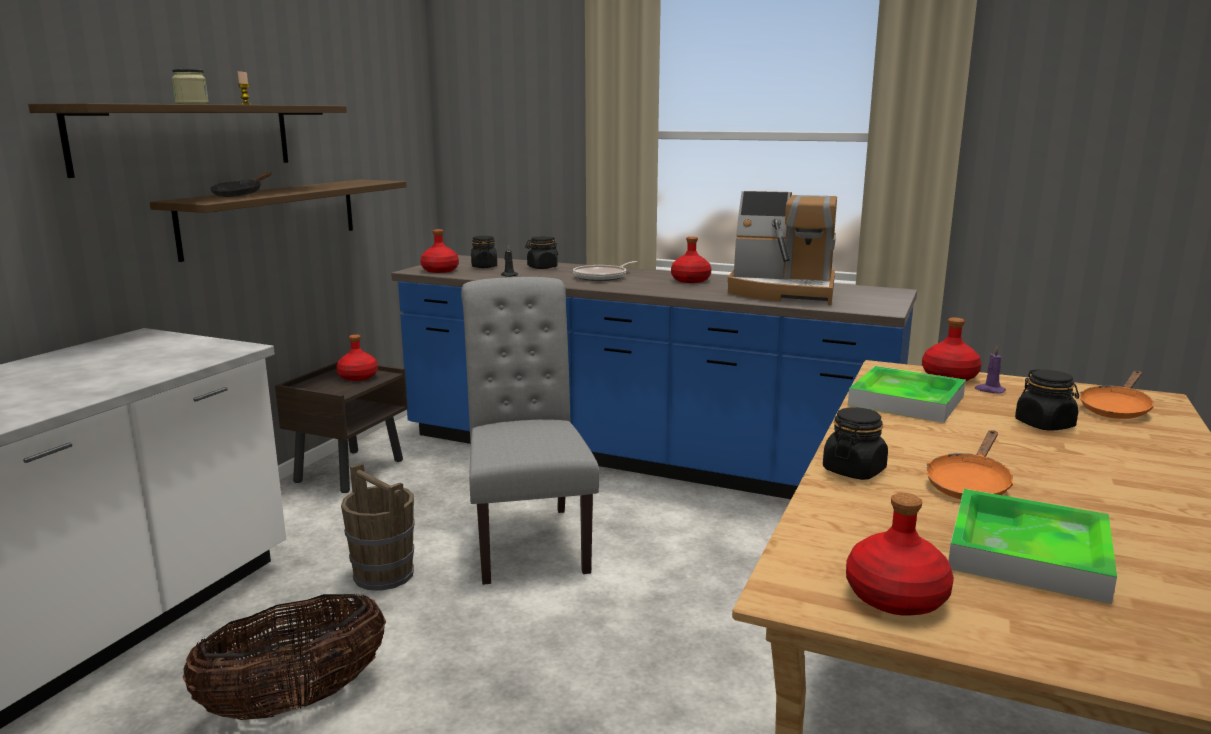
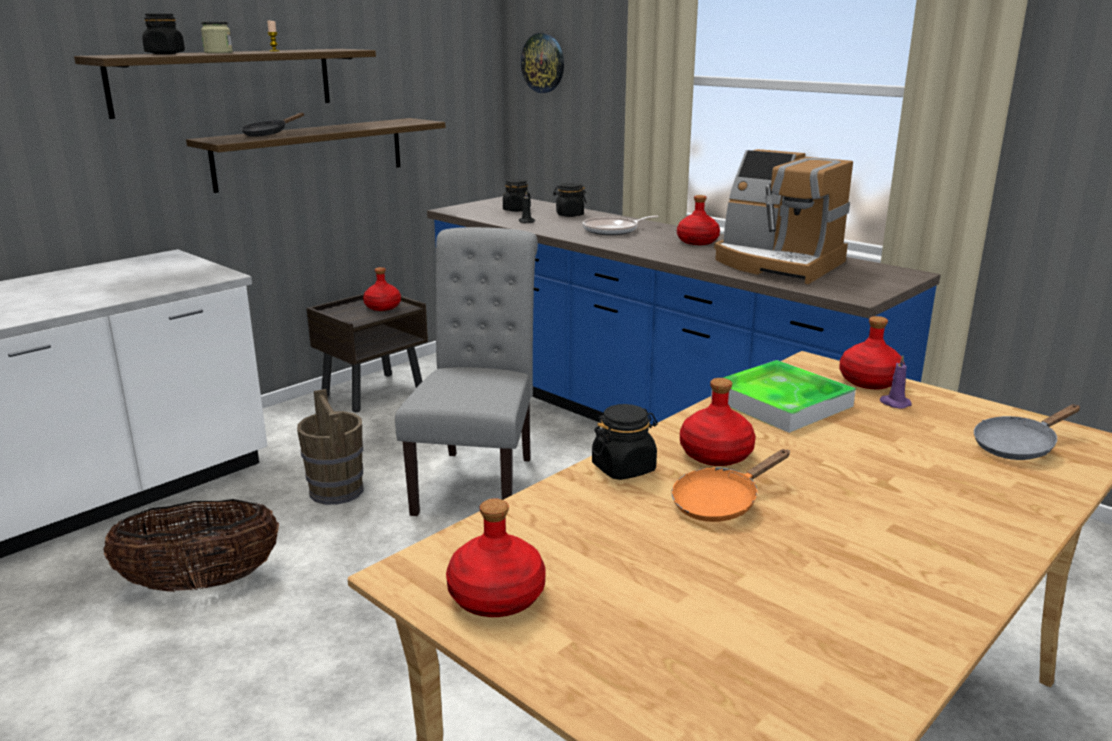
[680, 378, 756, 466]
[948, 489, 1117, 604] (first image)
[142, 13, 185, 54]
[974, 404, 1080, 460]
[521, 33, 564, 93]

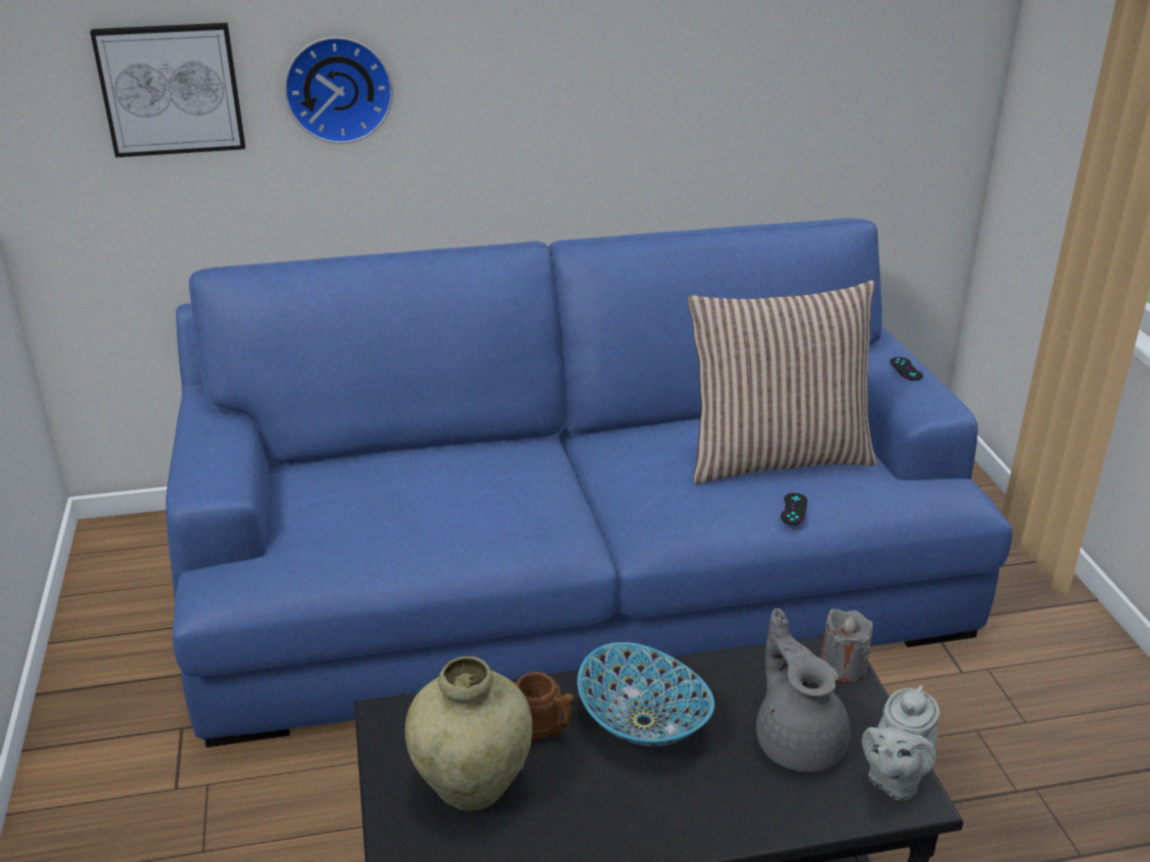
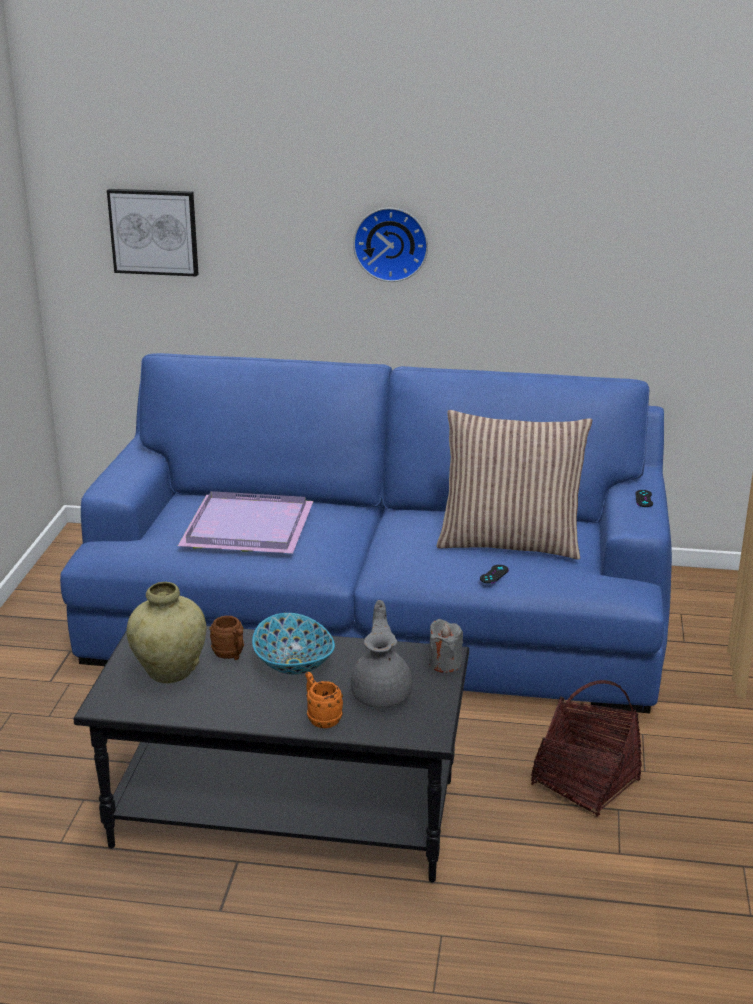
[353, 208, 428, 282]
[862, 685, 940, 801] (first image)
[178, 491, 313, 553]
[305, 672, 343, 728]
[531, 680, 642, 817]

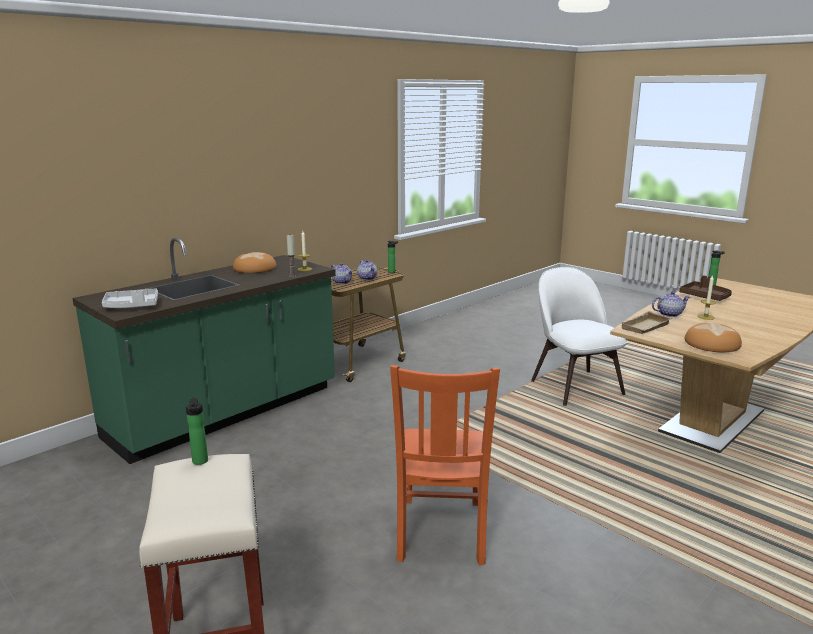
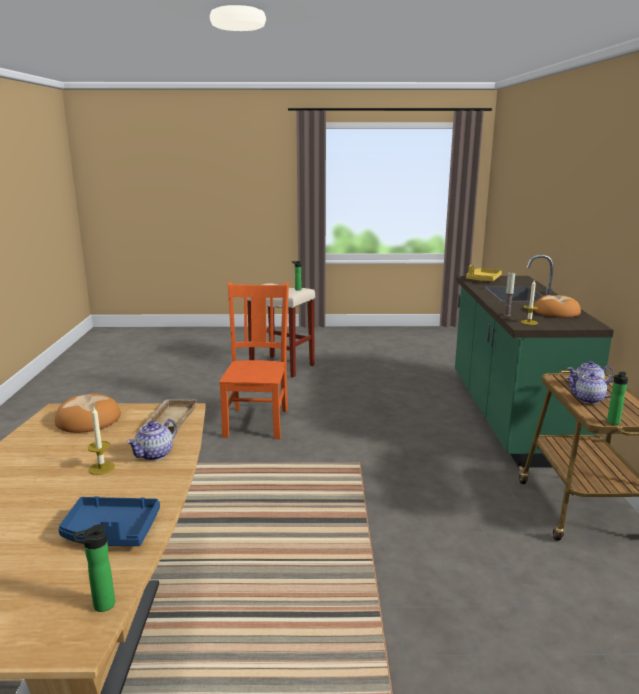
[466, 265, 502, 281]
[219, 282, 289, 439]
[531, 267, 628, 406] (first image)
[58, 496, 160, 546]

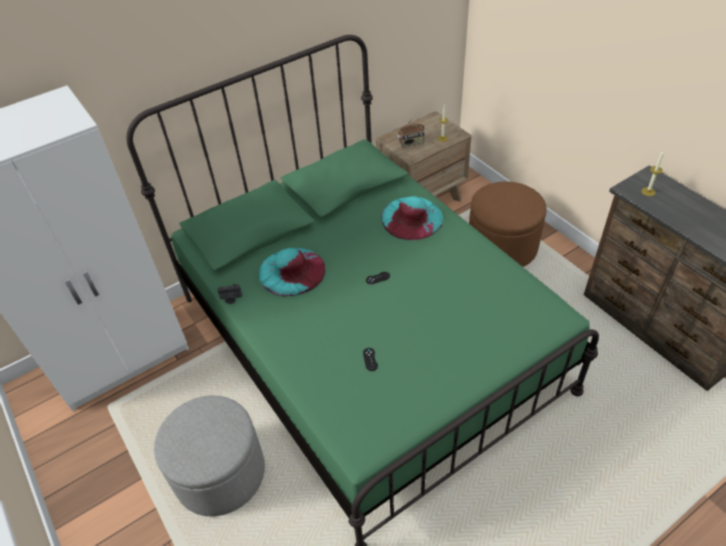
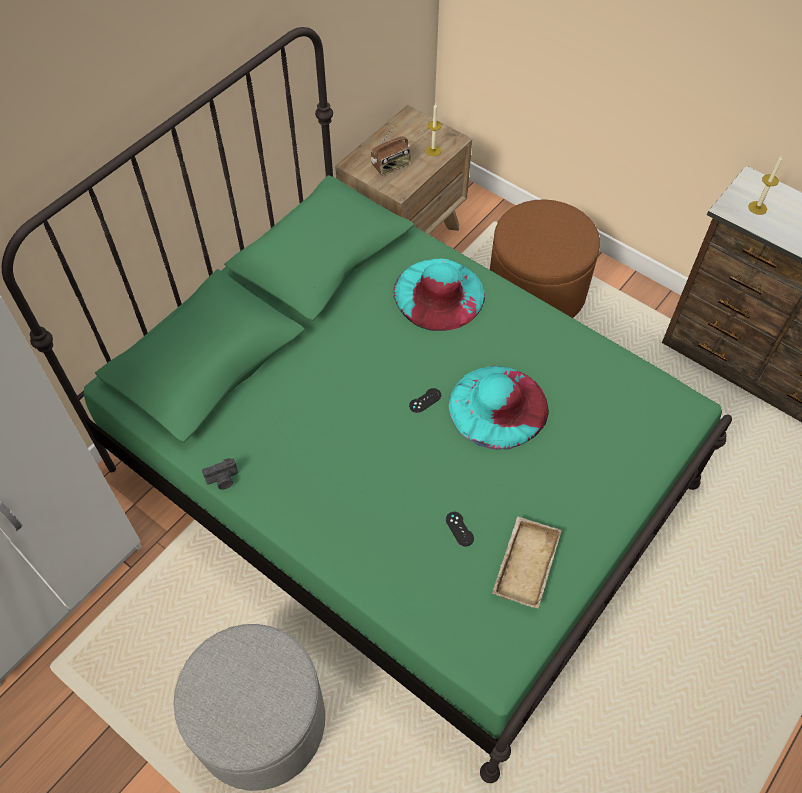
[449, 366, 549, 450]
[492, 516, 562, 608]

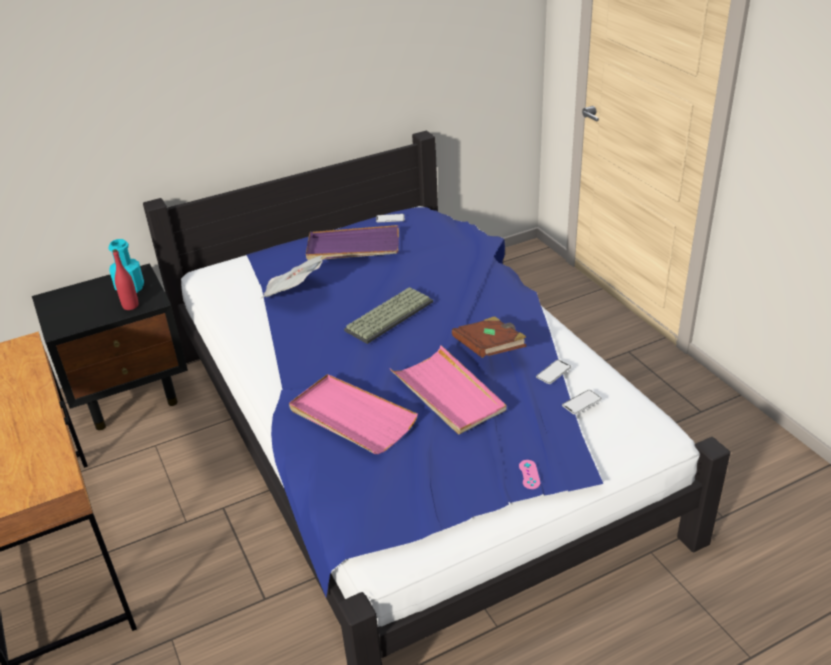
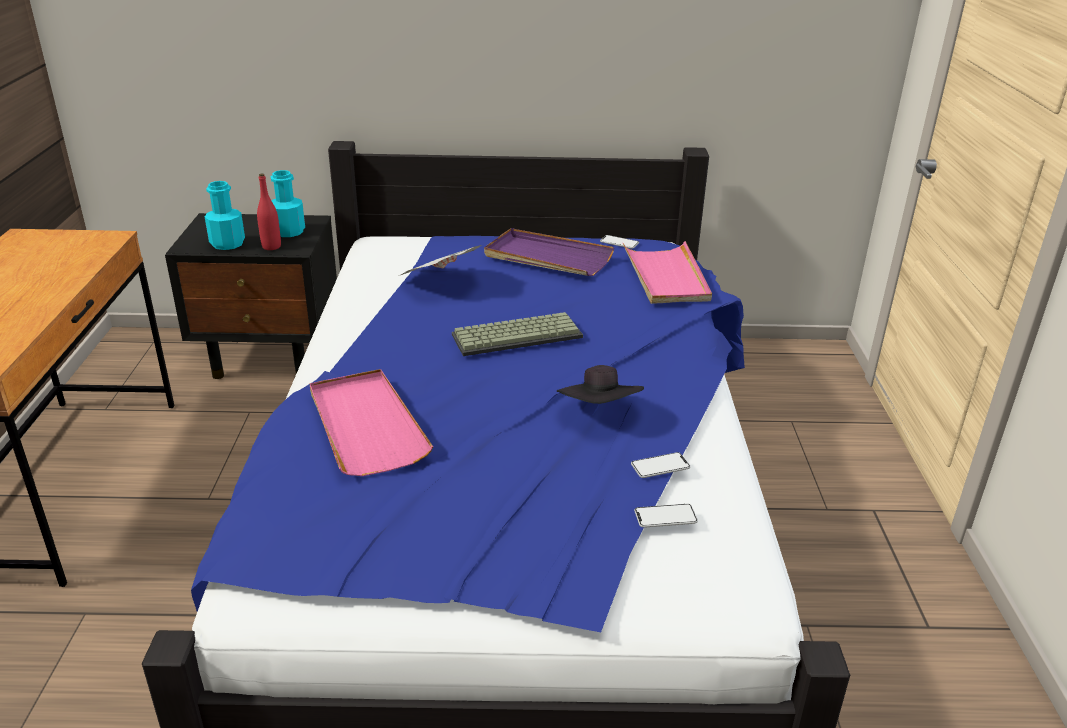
[623, 241, 712, 304]
[557, 365, 644, 404]
[519, 460, 541, 489] (first image)
[205, 181, 245, 250]

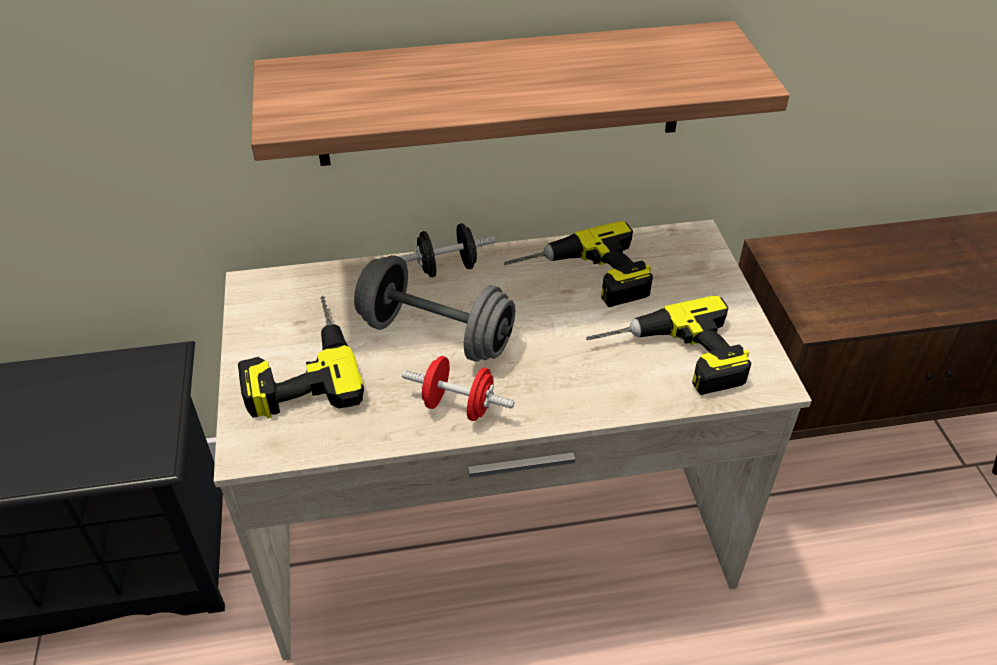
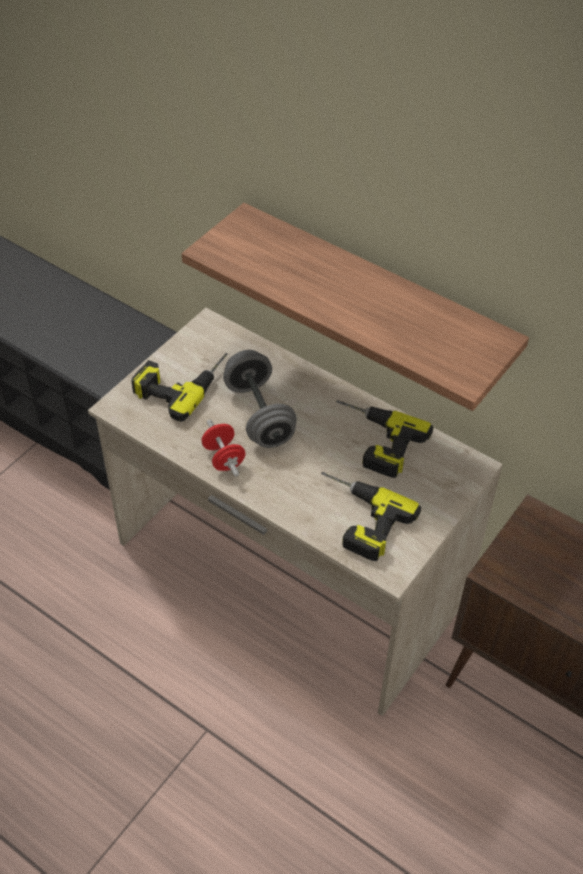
[398, 223, 495, 277] (first image)

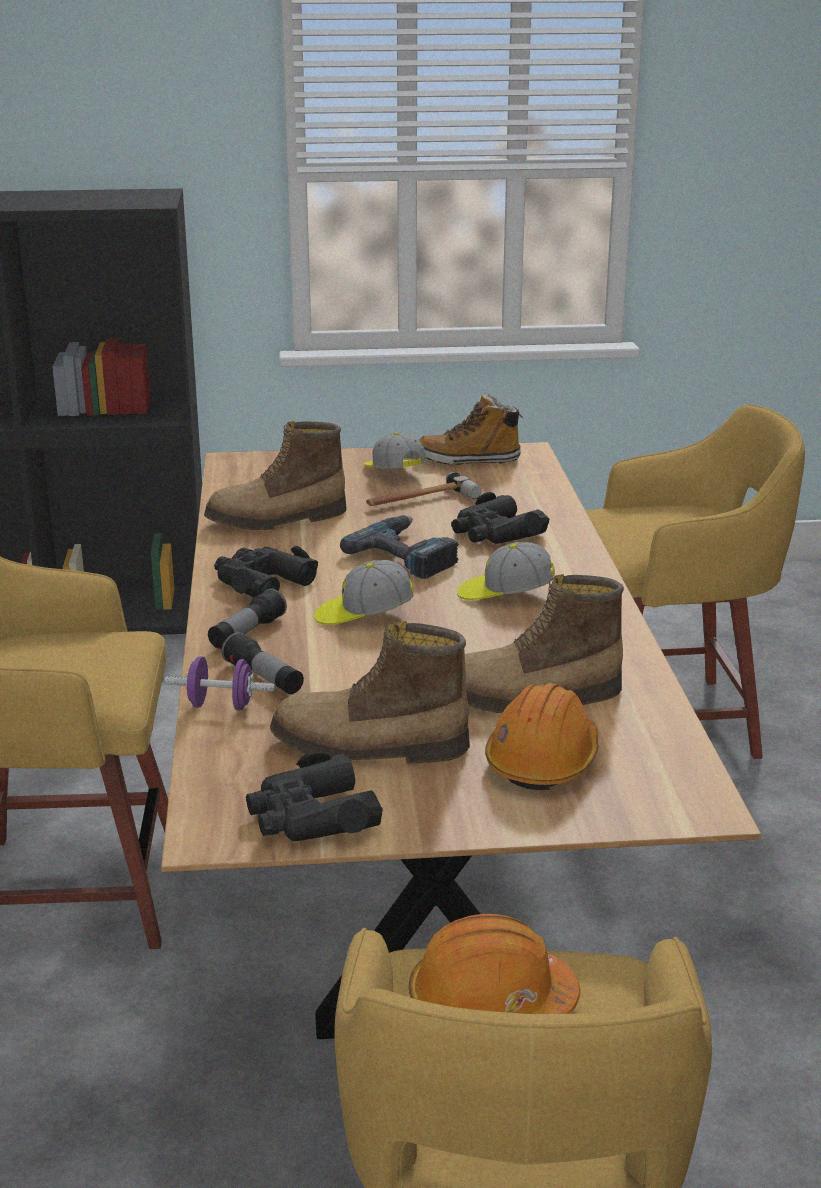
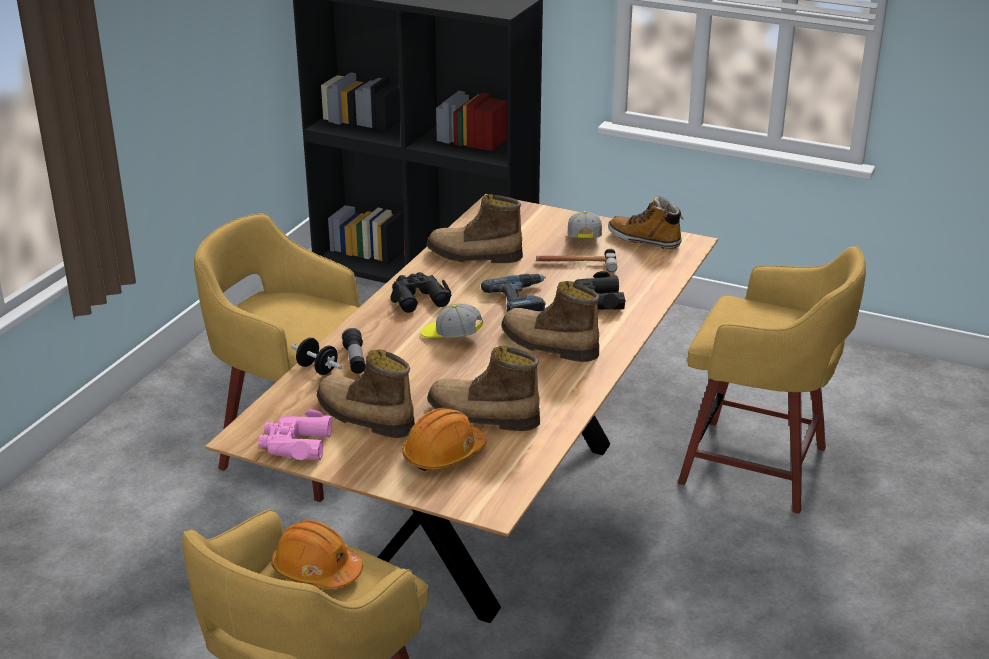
[291, 338, 342, 375]
[208, 588, 287, 649] (first image)
[258, 410, 332, 460]
[501, 281, 599, 362]

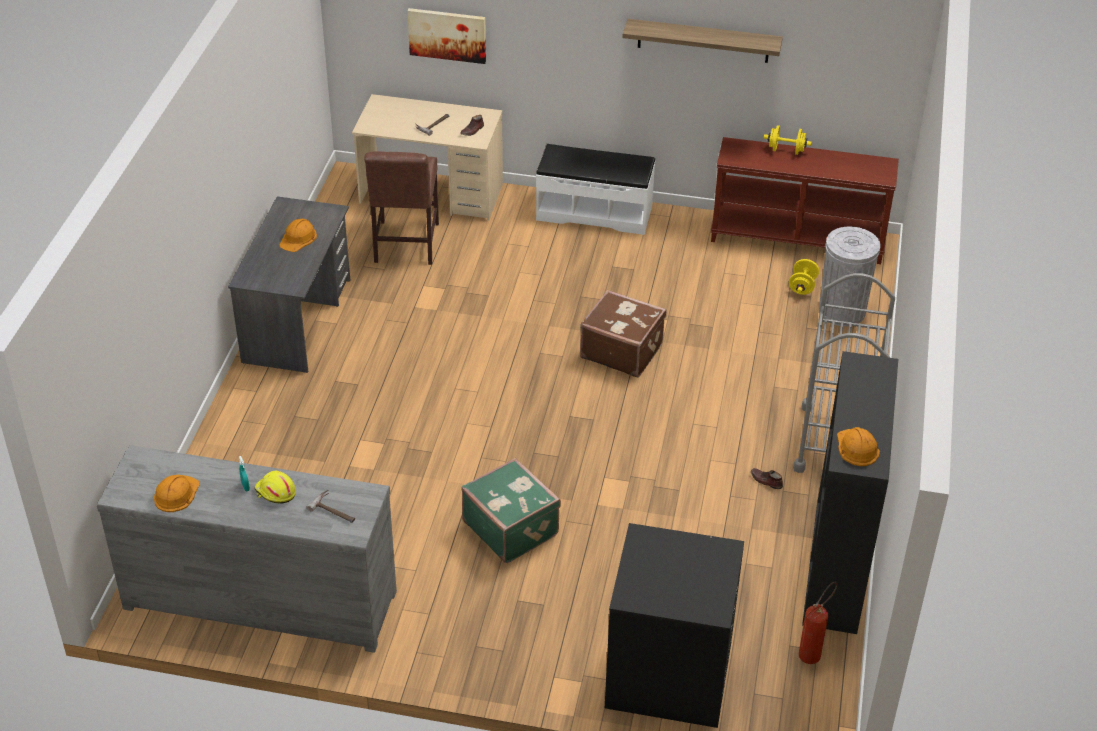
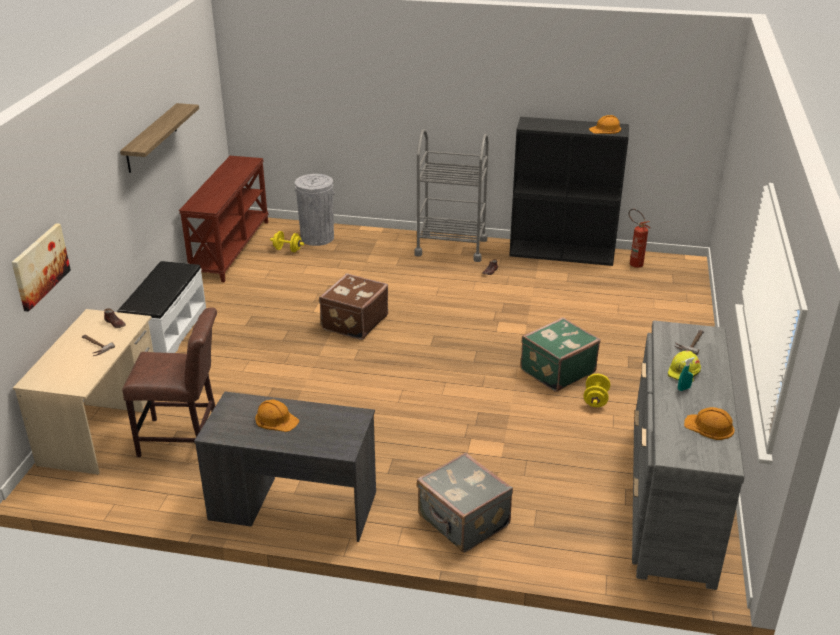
[605, 523, 744, 728] (first image)
[584, 374, 610, 407]
[417, 452, 513, 553]

